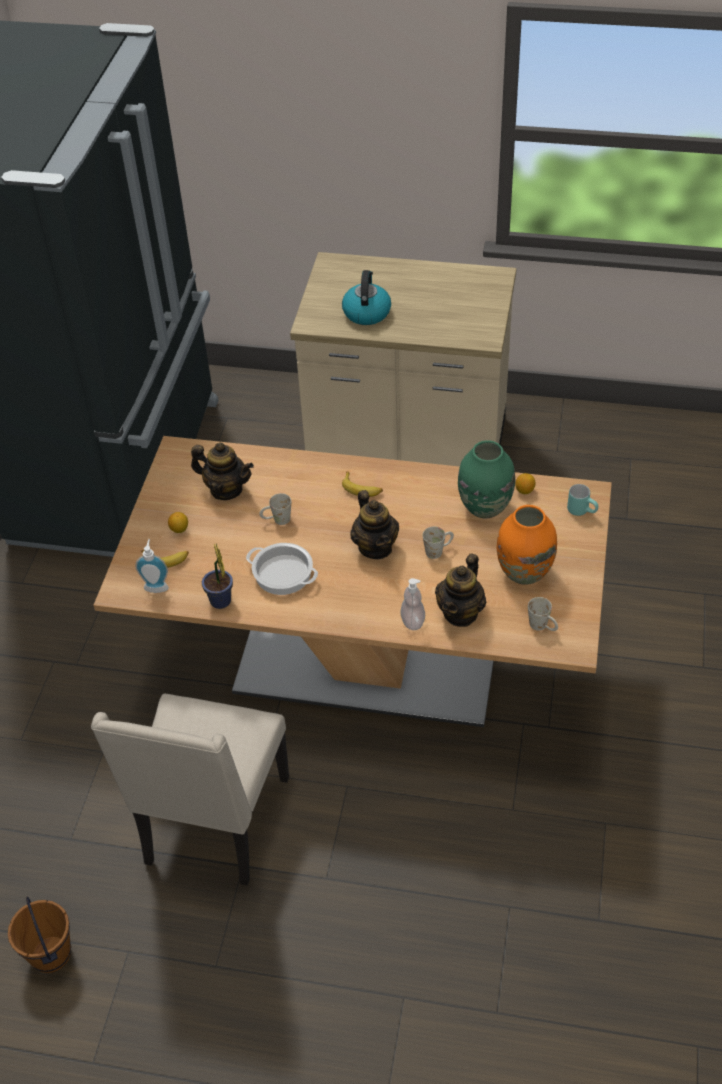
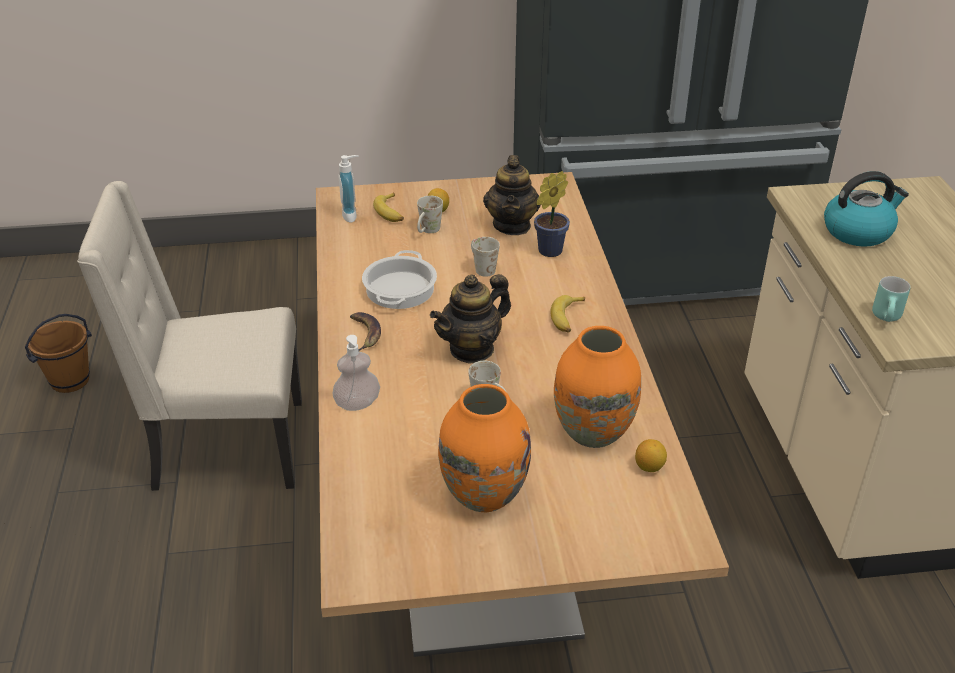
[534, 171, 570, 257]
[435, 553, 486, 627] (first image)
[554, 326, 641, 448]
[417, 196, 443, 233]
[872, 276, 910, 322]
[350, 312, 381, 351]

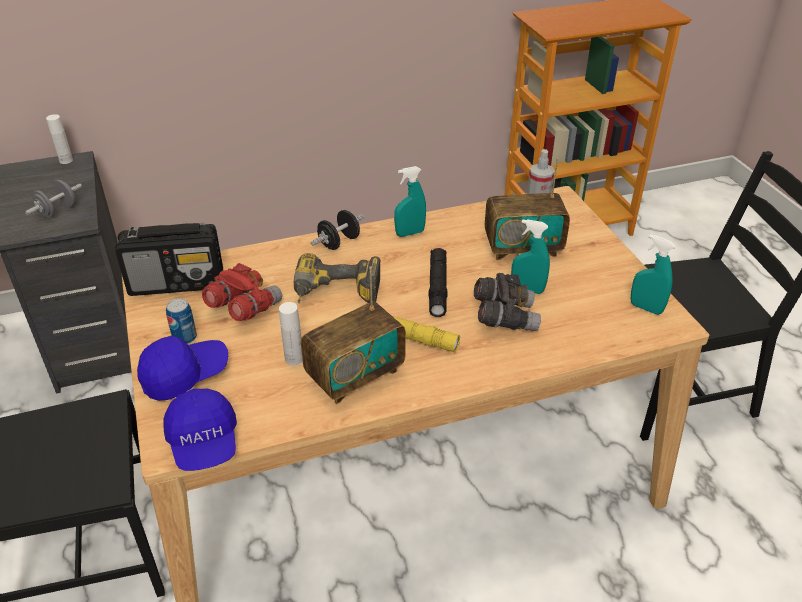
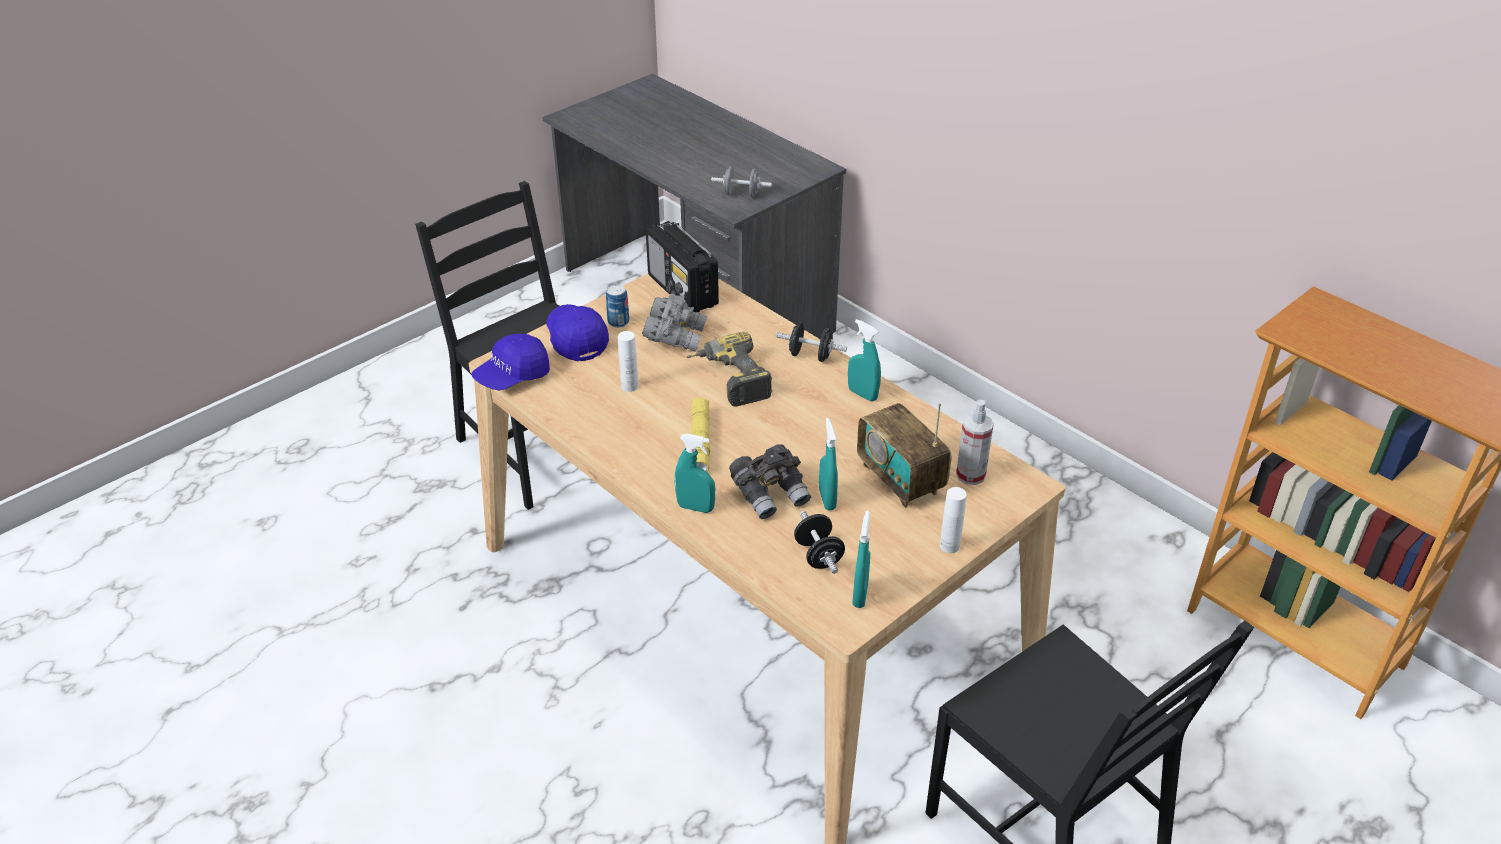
[940, 487, 967, 553]
[546, 304, 609, 362]
[642, 294, 707, 352]
[301, 266, 406, 404] (first image)
[429, 248, 448, 317] (first image)
[675, 434, 715, 513]
[794, 511, 845, 574]

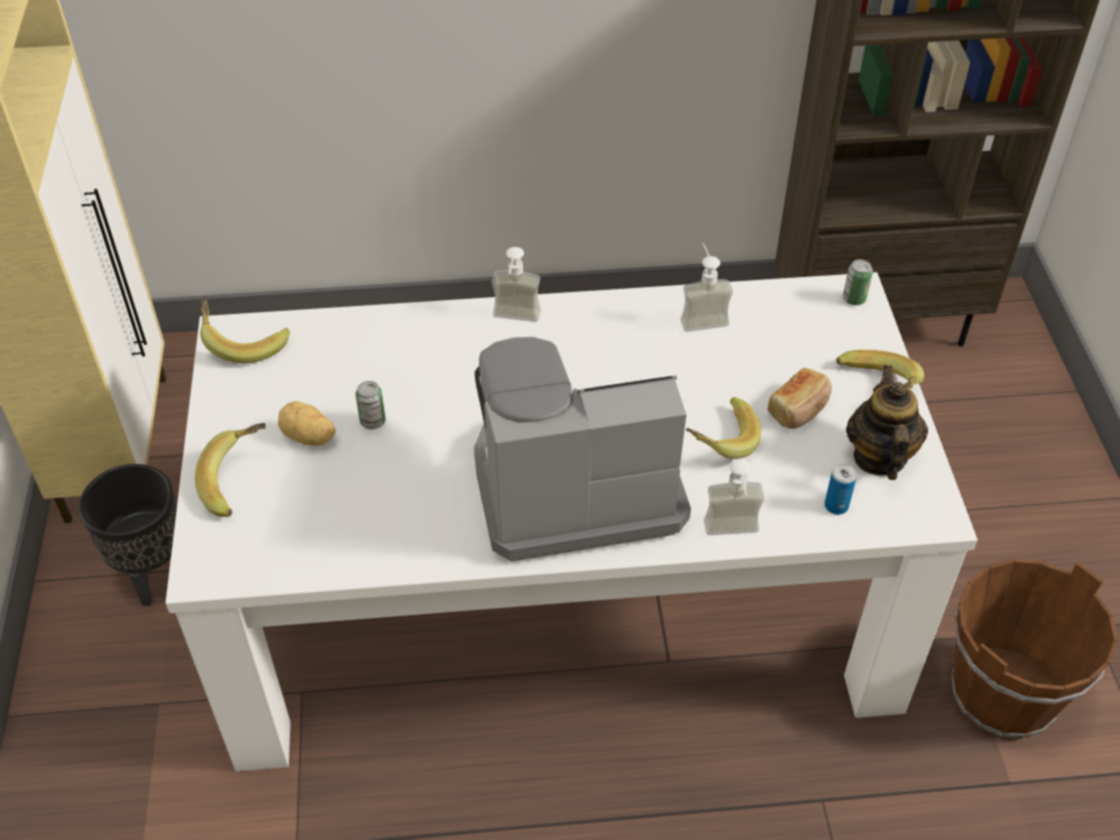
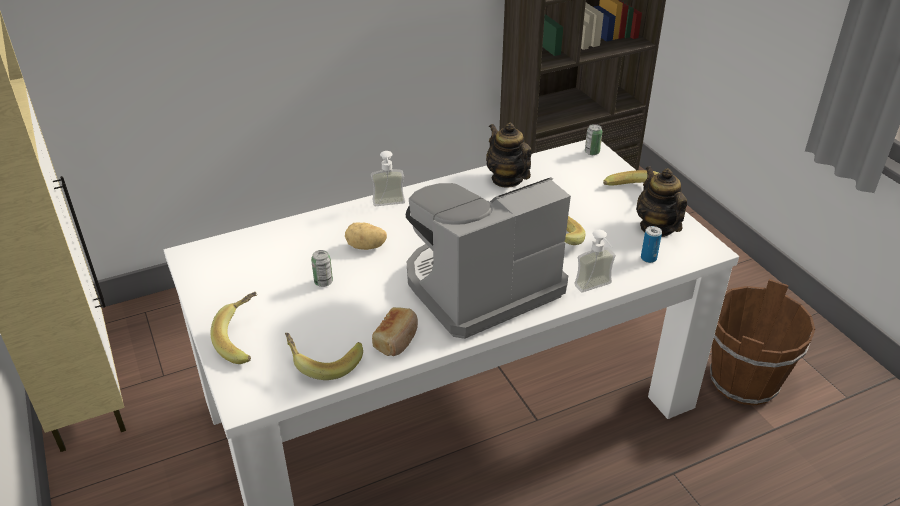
[79, 464, 177, 606] (first image)
[285, 333, 363, 380]
[345, 222, 387, 250]
[486, 122, 532, 188]
[372, 307, 418, 356]

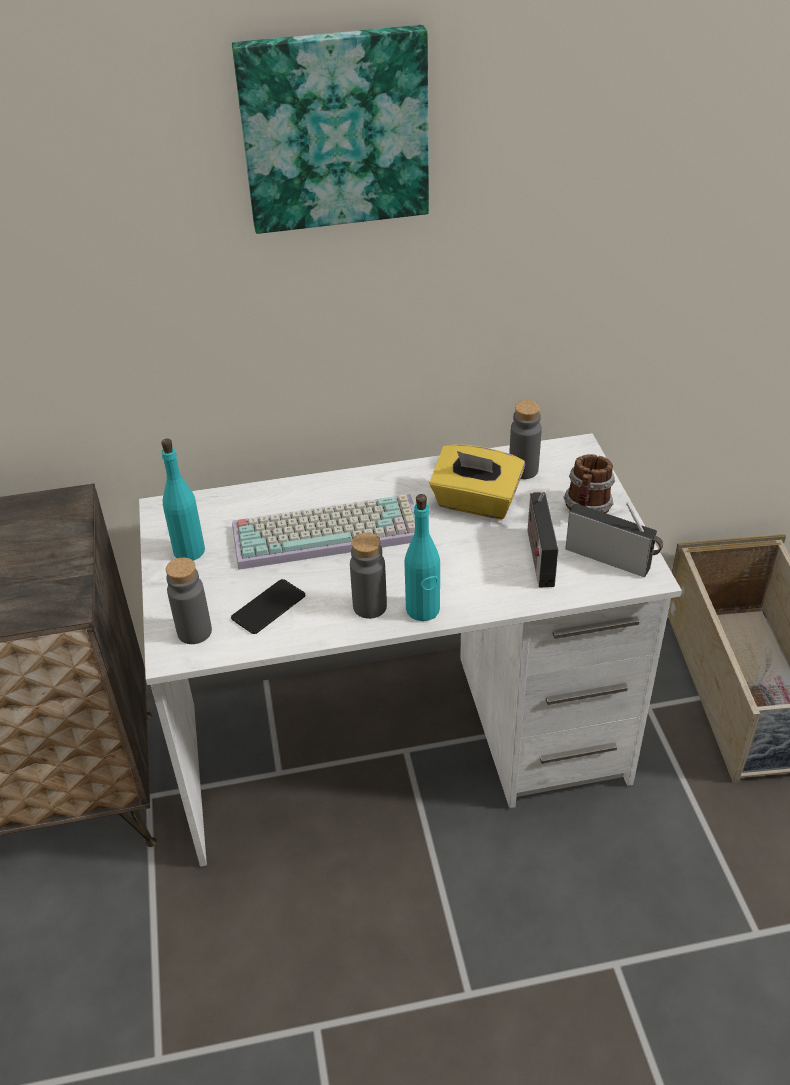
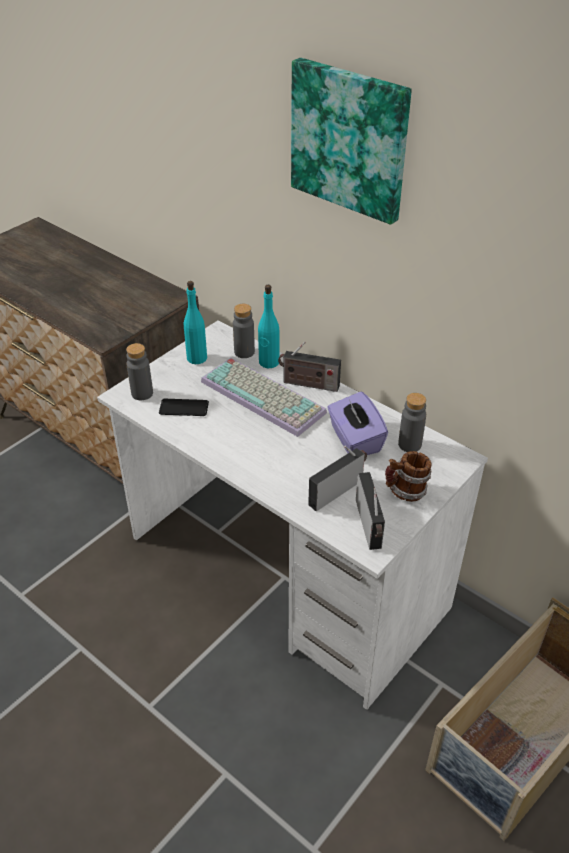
[233, 304, 255, 358]
[258, 285, 280, 368]
[327, 392, 388, 455]
[278, 342, 341, 392]

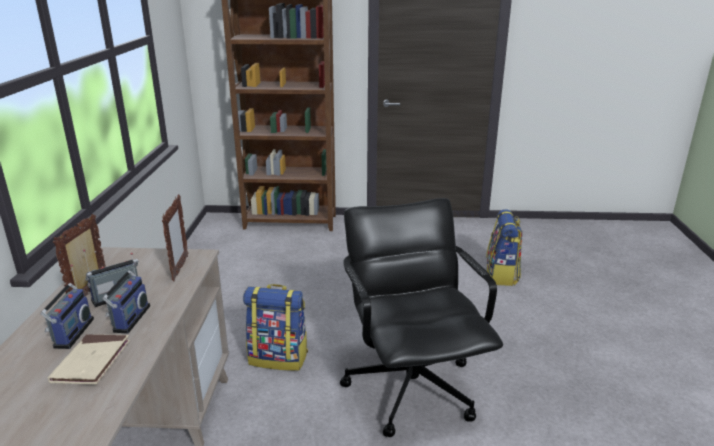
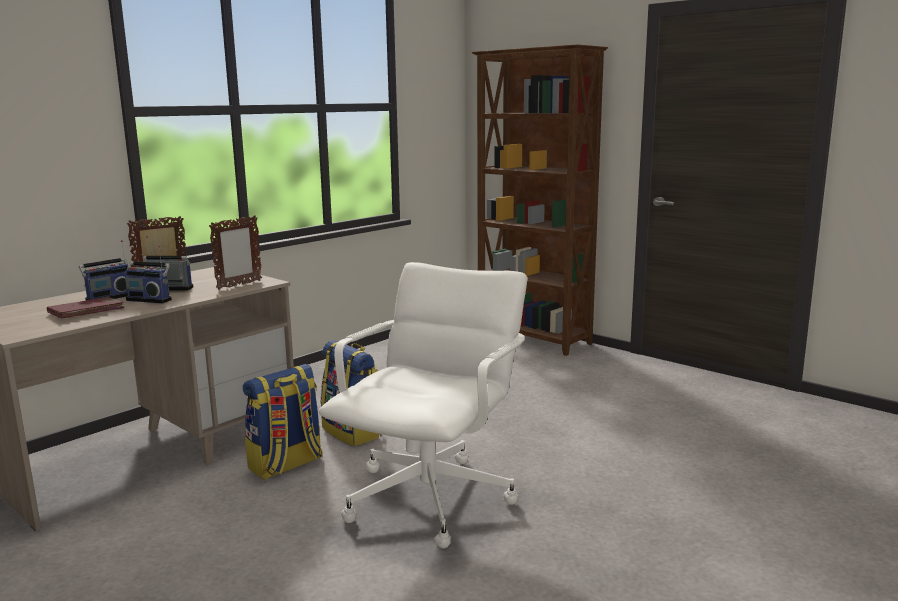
[47, 297, 124, 319]
[125, 245, 172, 303]
[319, 262, 527, 548]
[243, 364, 322, 480]

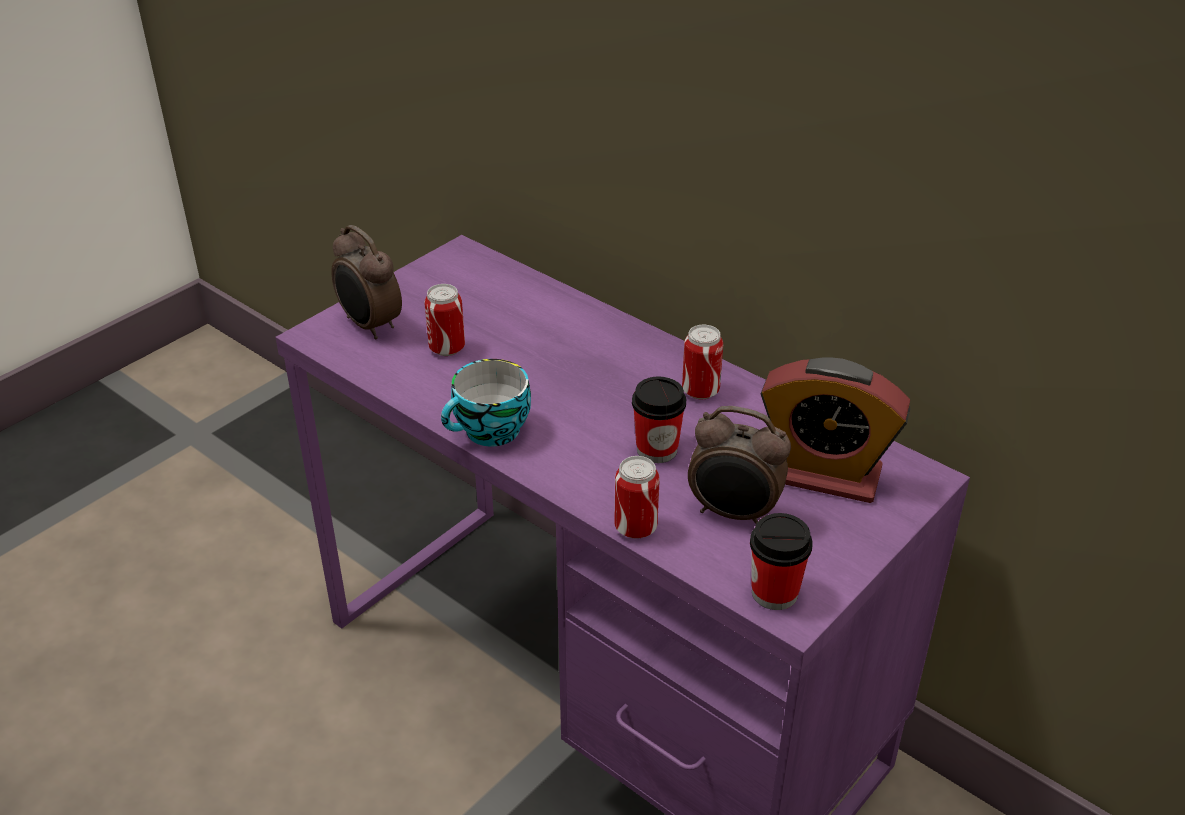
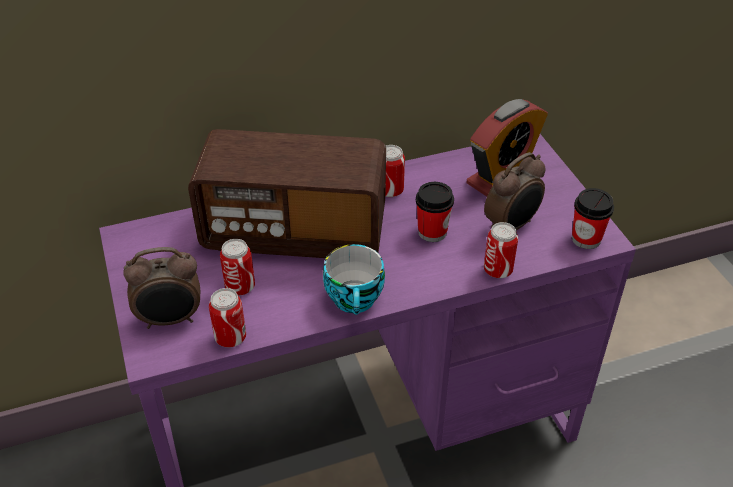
[188, 129, 386, 258]
[209, 288, 246, 347]

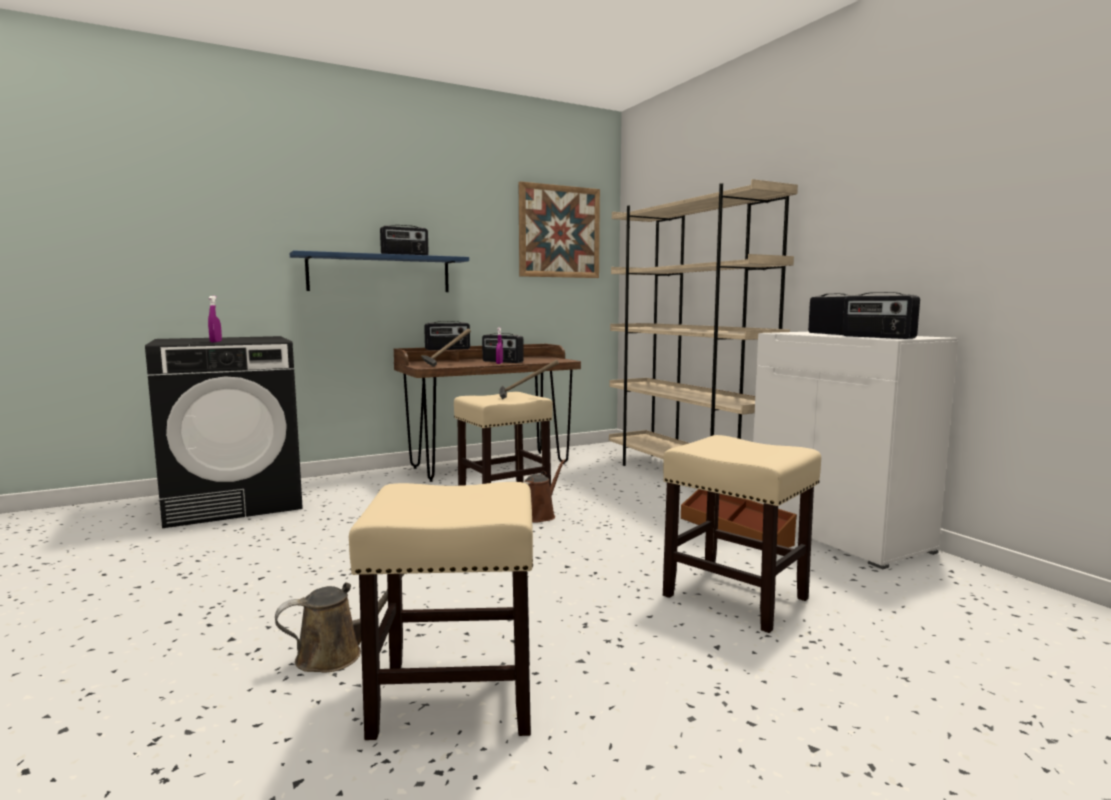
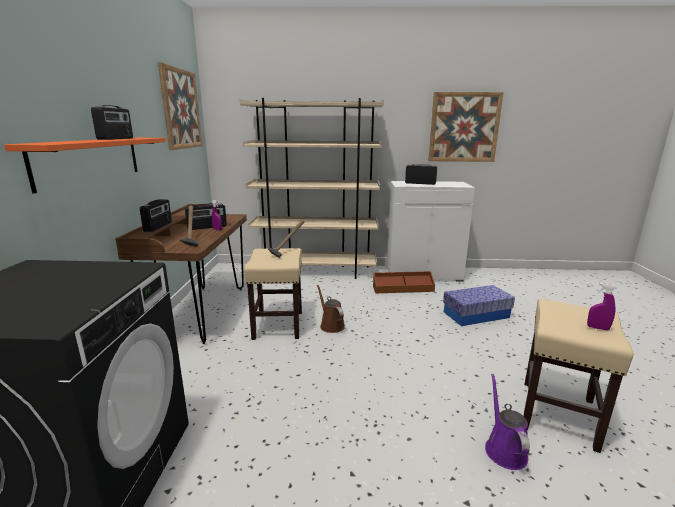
[587, 283, 617, 330]
[485, 374, 530, 470]
[4, 138, 165, 194]
[443, 285, 515, 326]
[842, 292, 920, 339] (first image)
[428, 92, 503, 162]

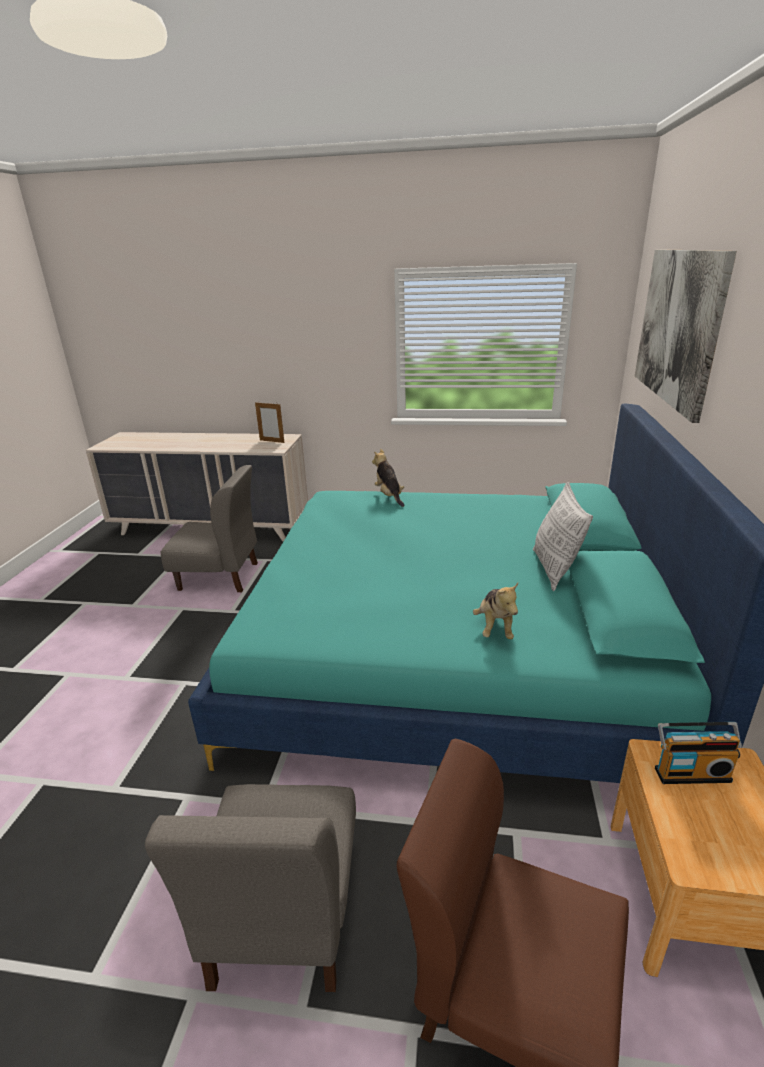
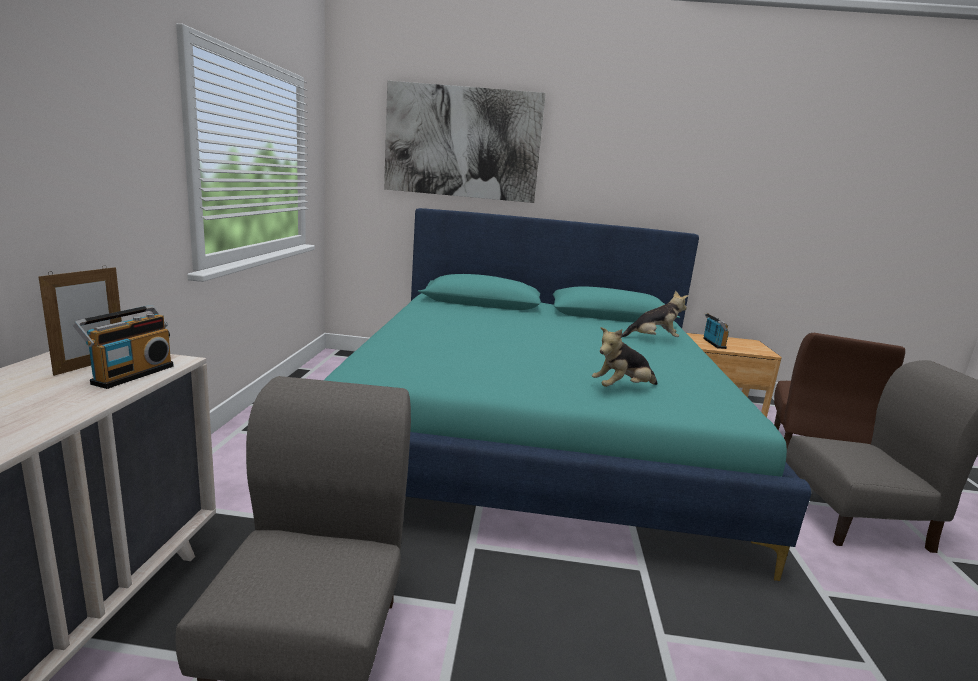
[592, 327, 658, 387]
[533, 482, 593, 591] (first image)
[73, 305, 174, 389]

